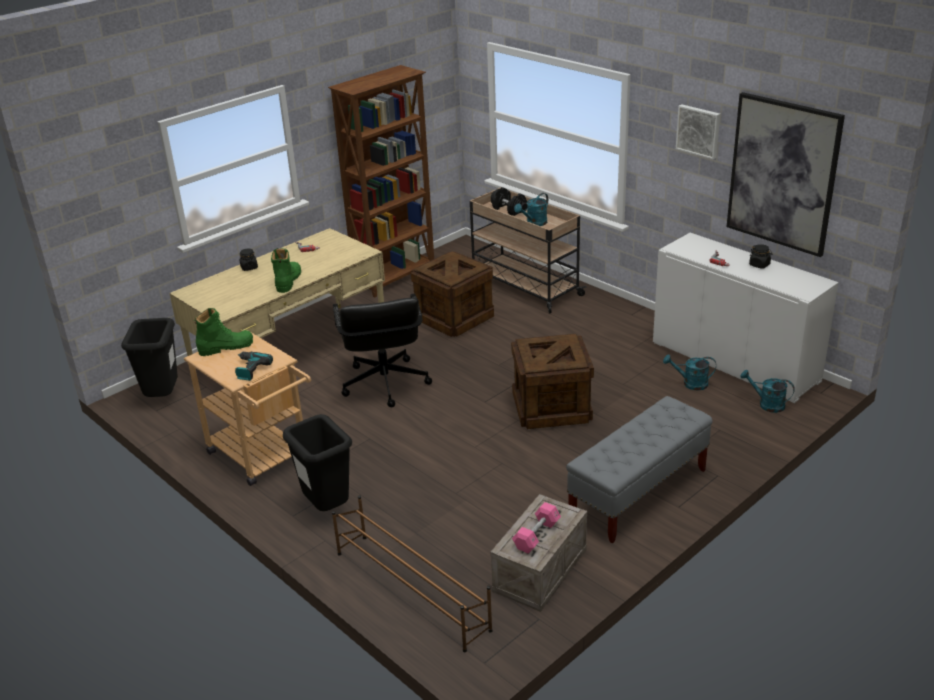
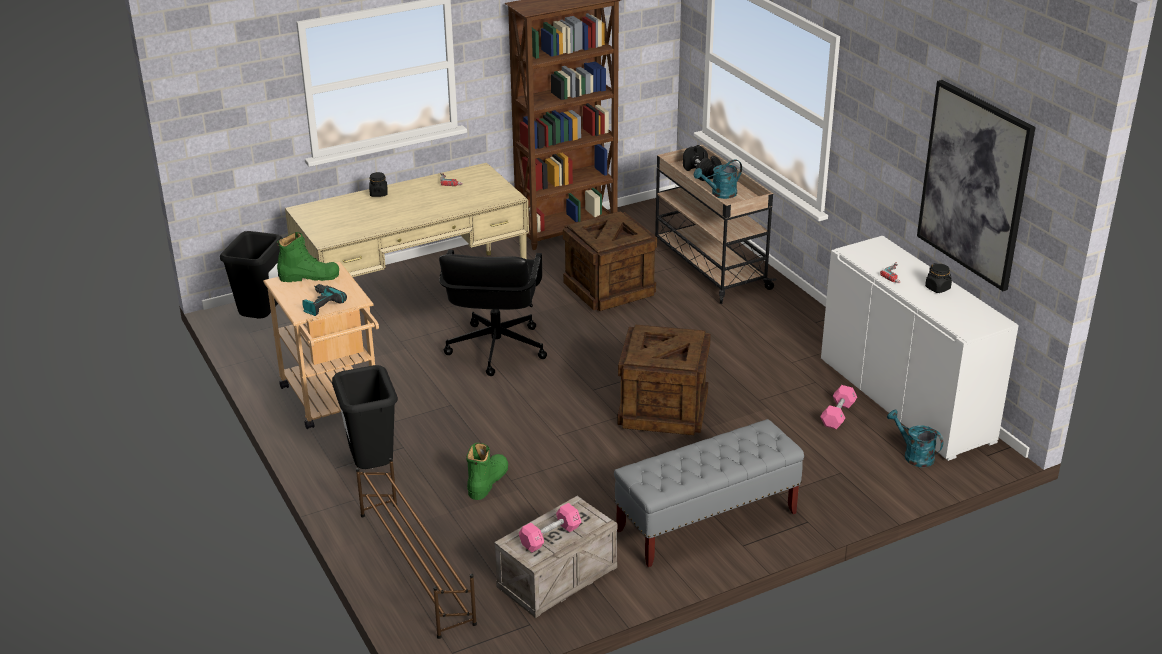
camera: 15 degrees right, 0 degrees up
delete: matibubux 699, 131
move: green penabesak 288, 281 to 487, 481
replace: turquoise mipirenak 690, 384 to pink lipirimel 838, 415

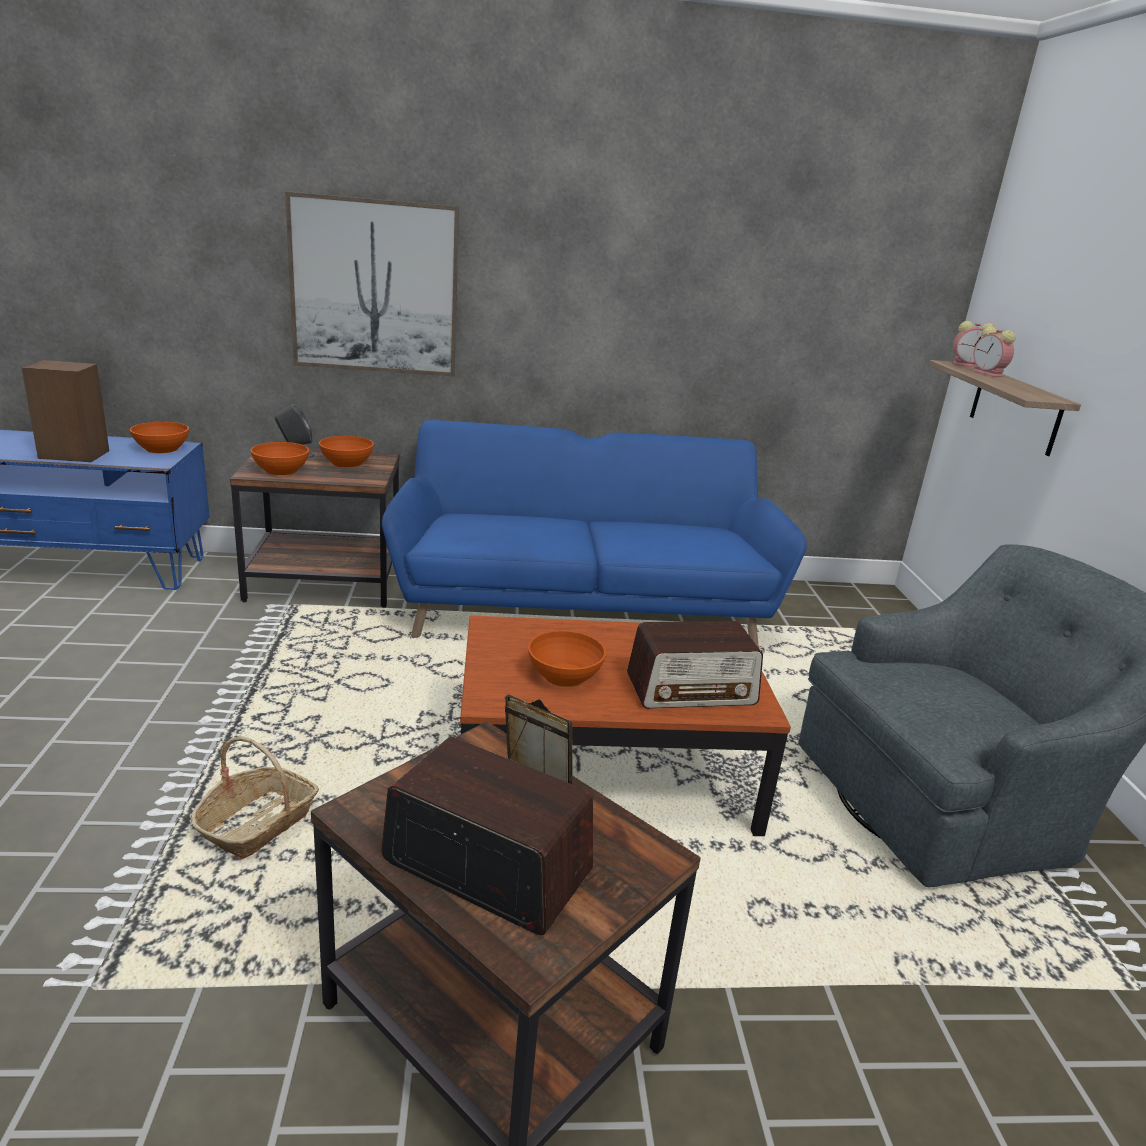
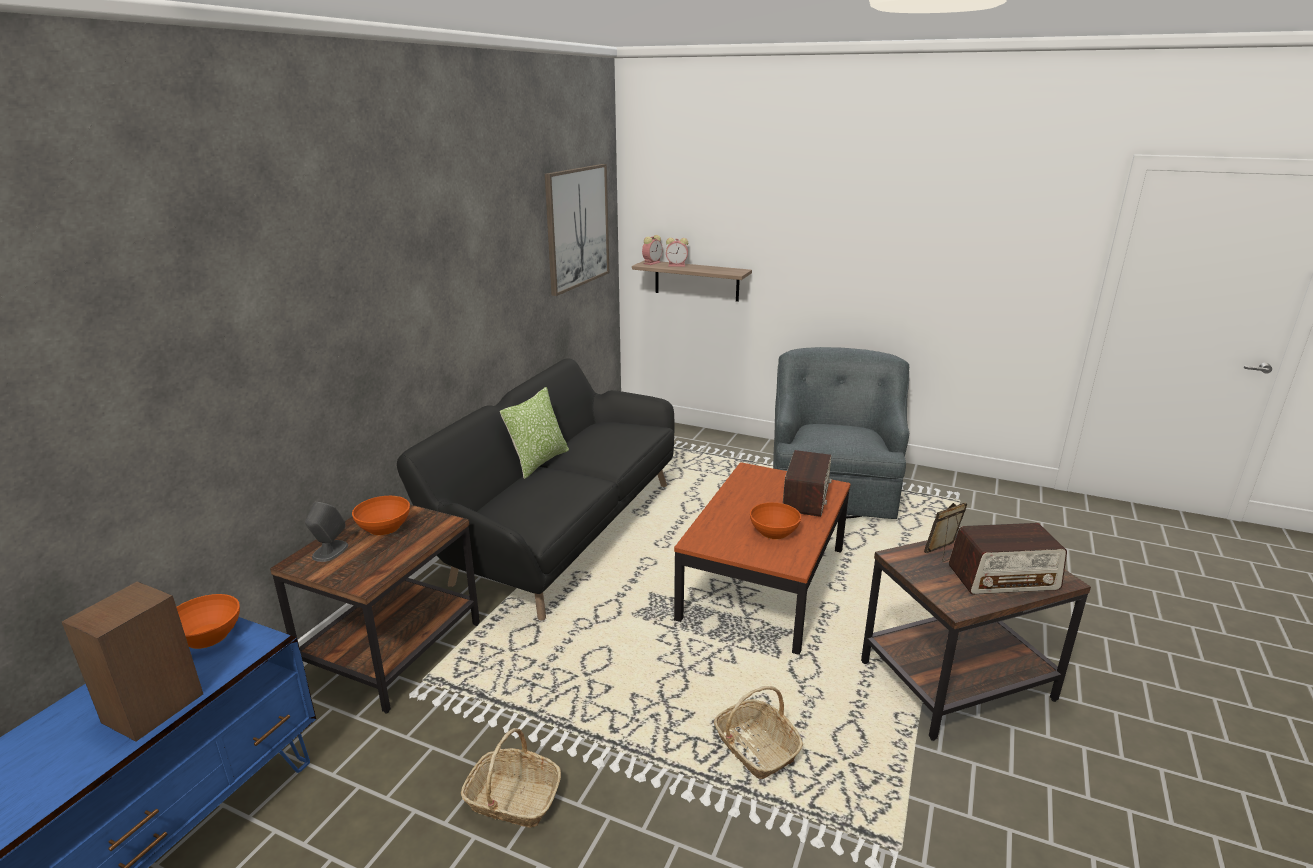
camera: 60 degrees left, 0 degrees up
delete: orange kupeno 282, 470
insert: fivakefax 512, 799; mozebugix 538, 462
move: matibubux 374, 287 to 577, 227
recolor: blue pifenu 582, 608 to black pifenu 560, 530
rotate: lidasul 486, 865 = 1003, 578 150 degrees counterclockwise

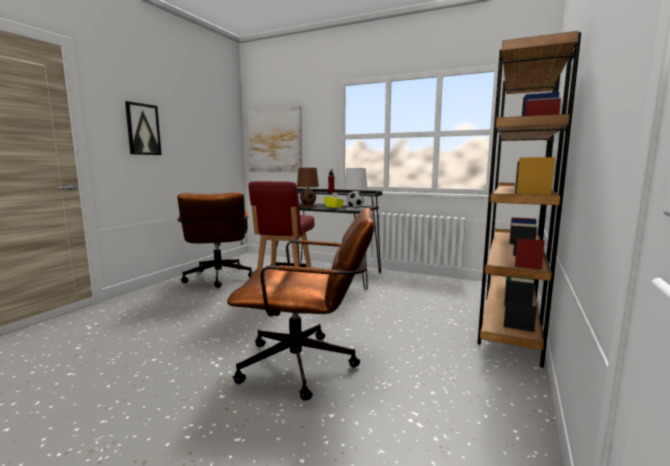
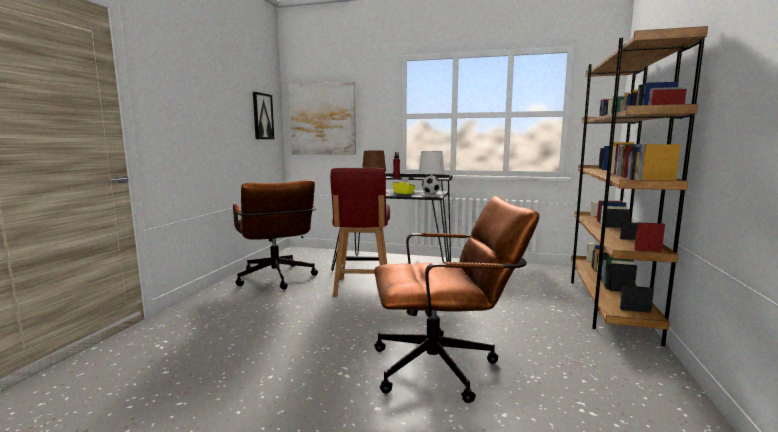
camera: 10 degrees left, 0 degrees up
move: matibubux 143, 129 to 262, 116

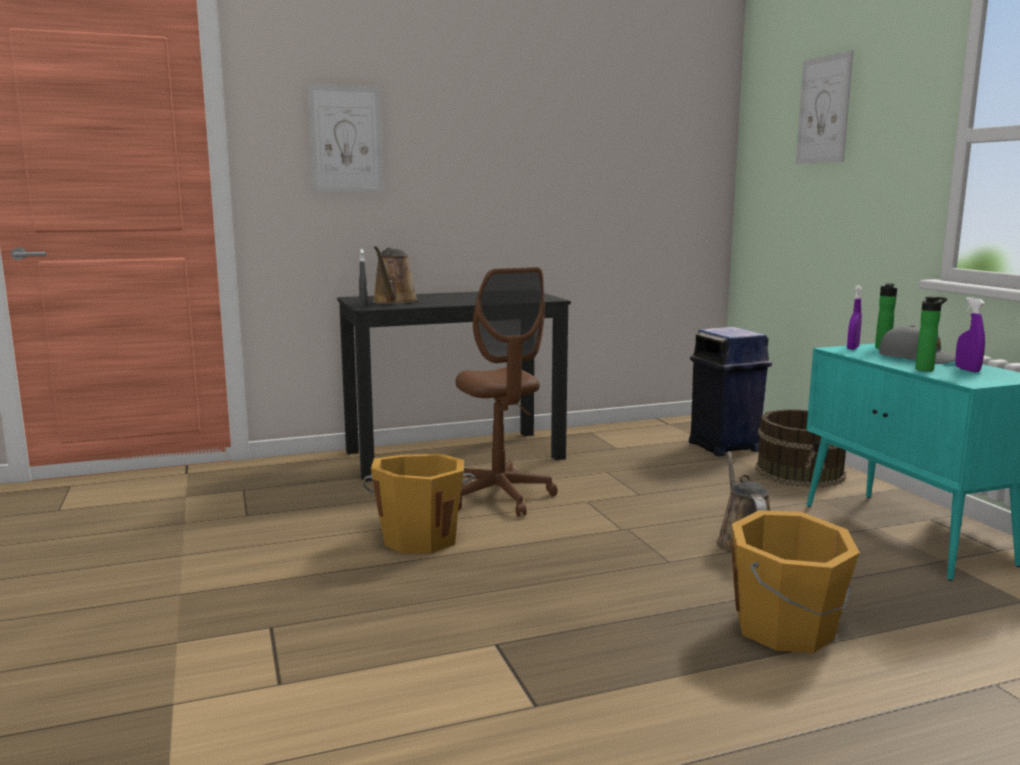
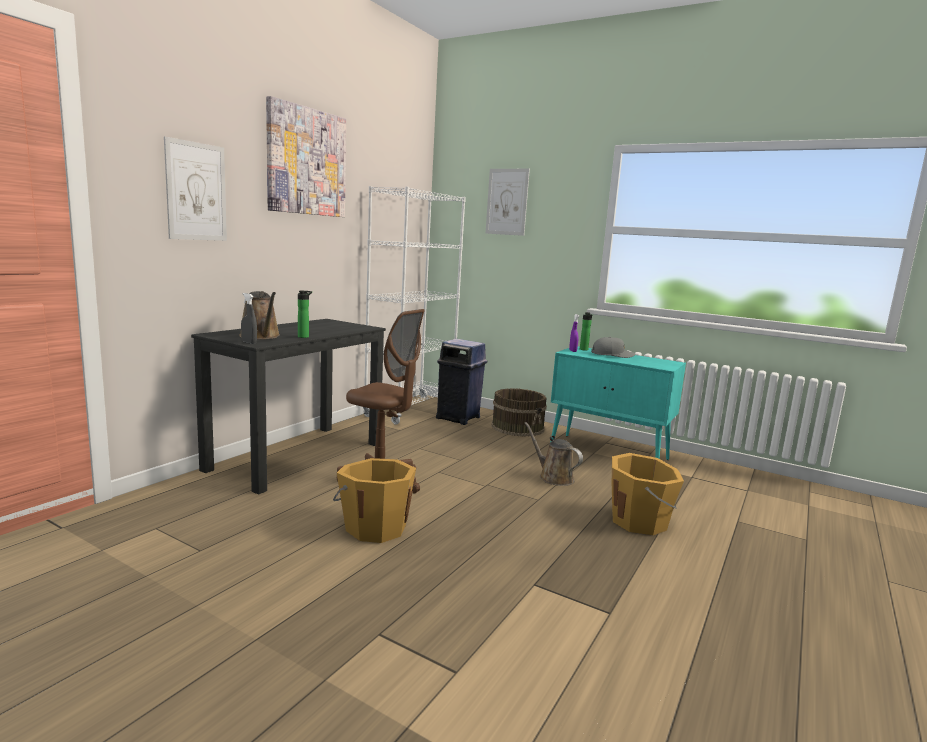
camera: 40 degrees left, 0 degrees up
delete: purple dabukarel 967, 370
insert: matibubux 306, 162; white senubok 410, 409
move: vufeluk 926, 369 to 304, 336

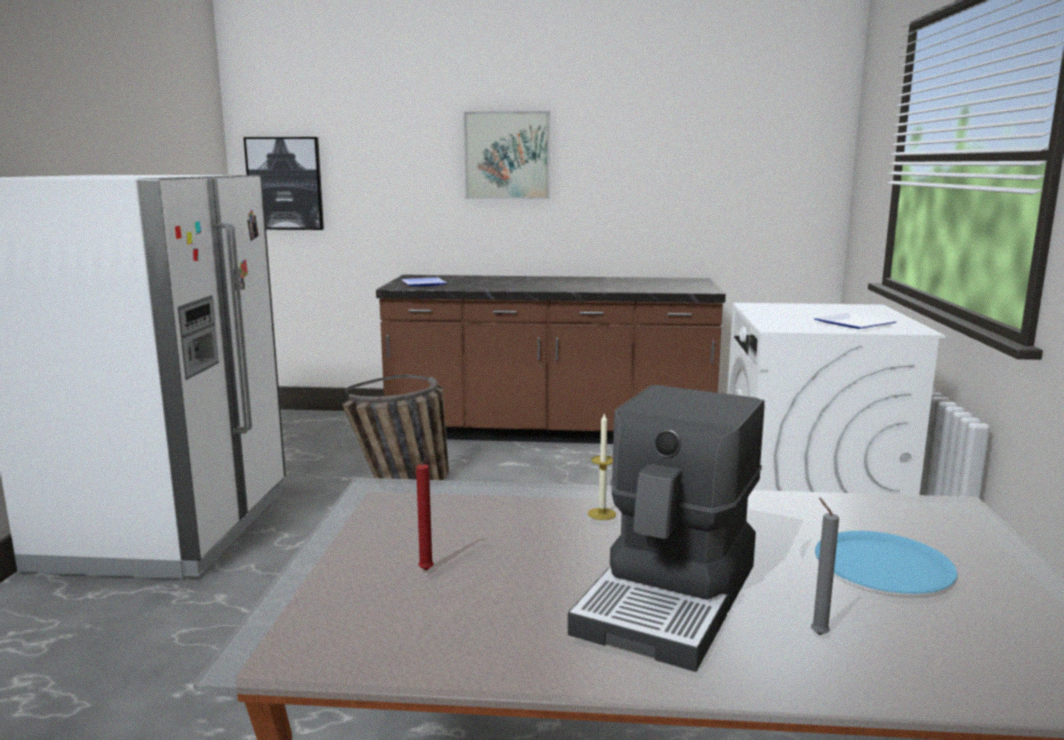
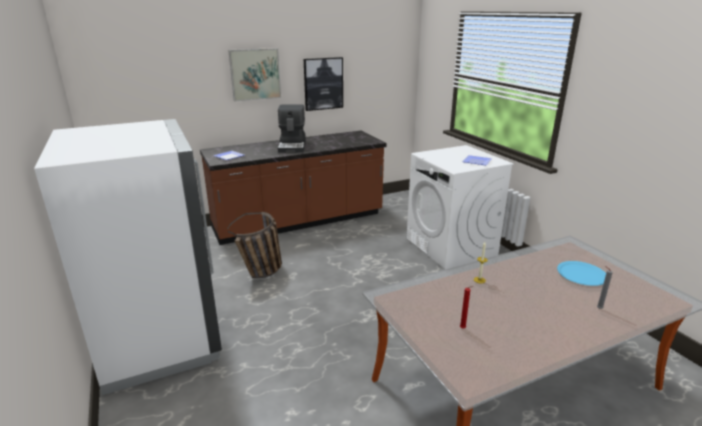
camera: 30 degrees left, 10 degrees up
move: matibubux 285, 183 to 323, 83; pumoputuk 671, 598 to 293, 146

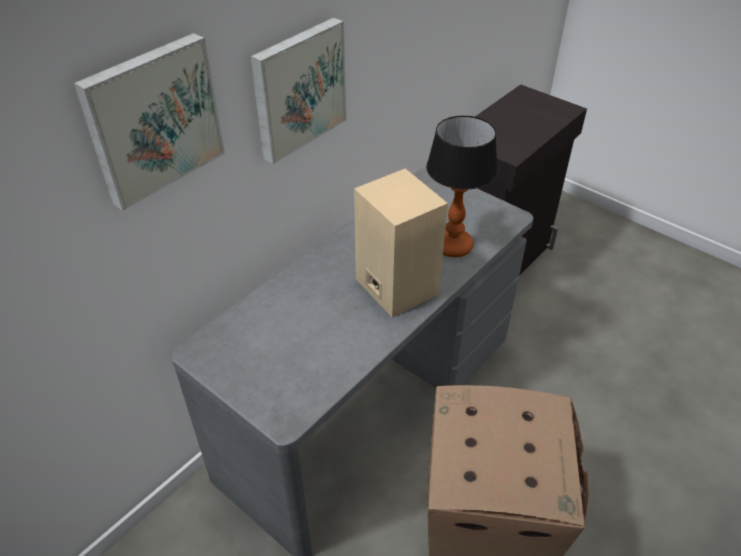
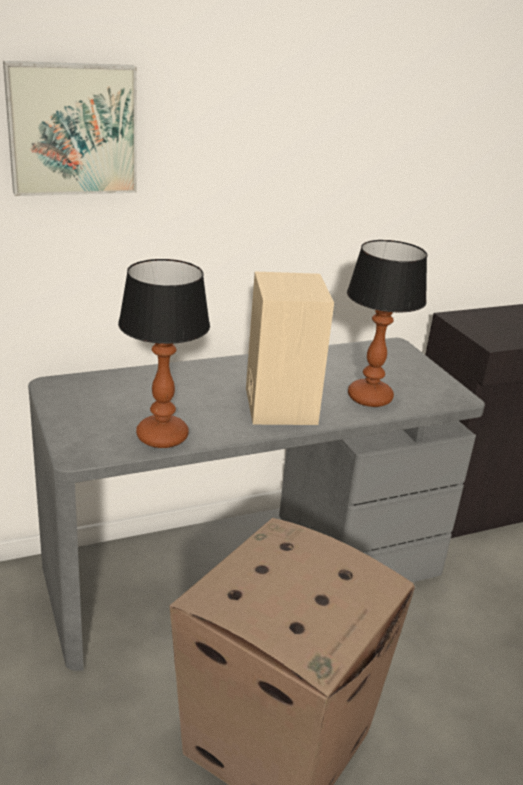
camera: 25 degrees right, 15 degrees down
delete: matibubux 298, 89
insert: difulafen 161, 436

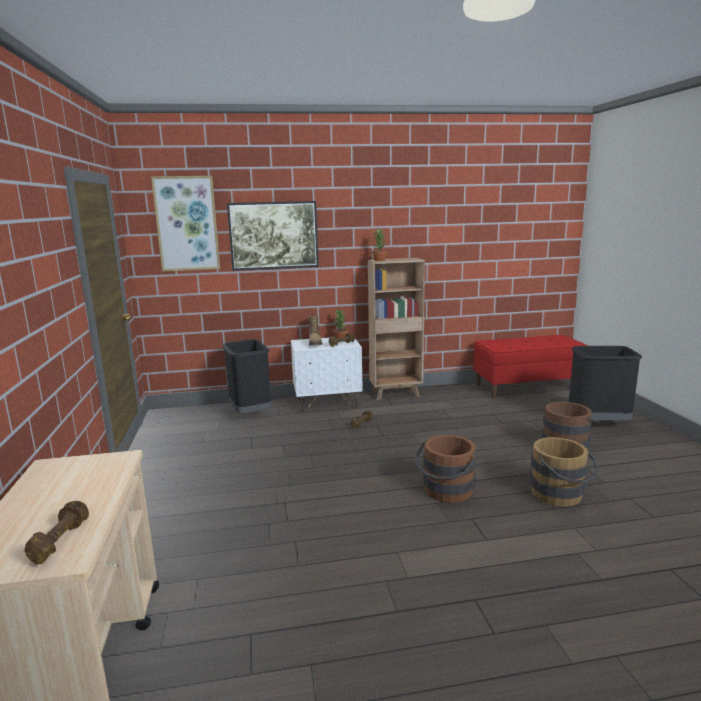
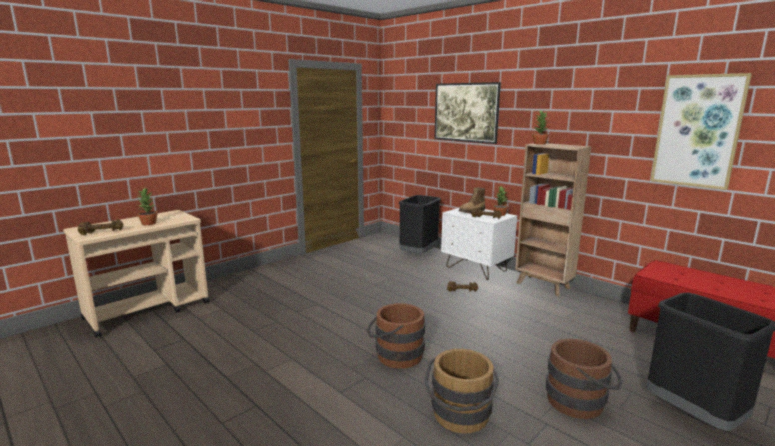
camera: 55 degrees right, 0 degrees up
insert: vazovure 148, 223
move: matibubux 187, 224 to 697, 131

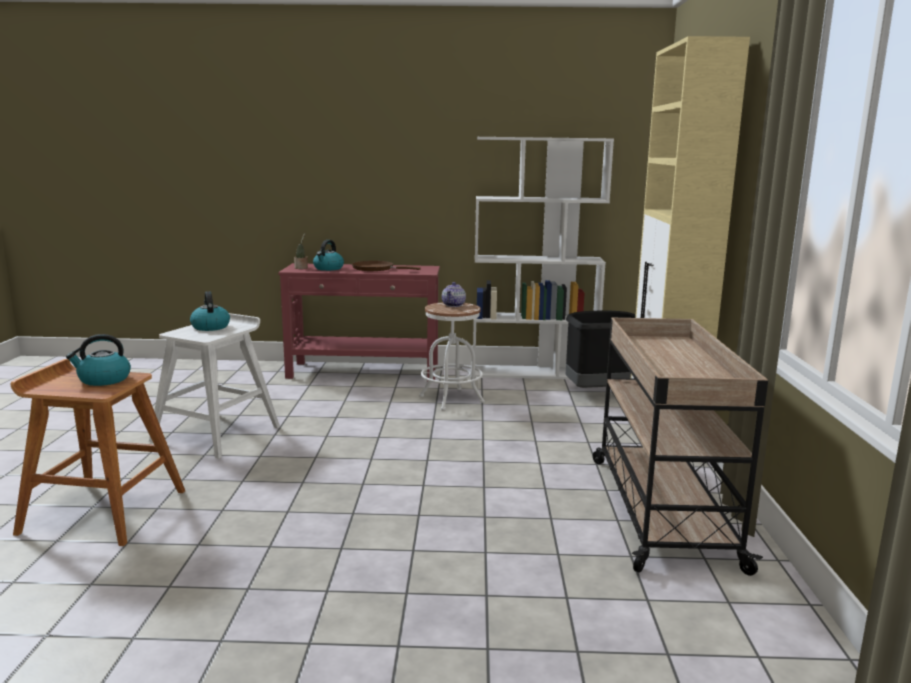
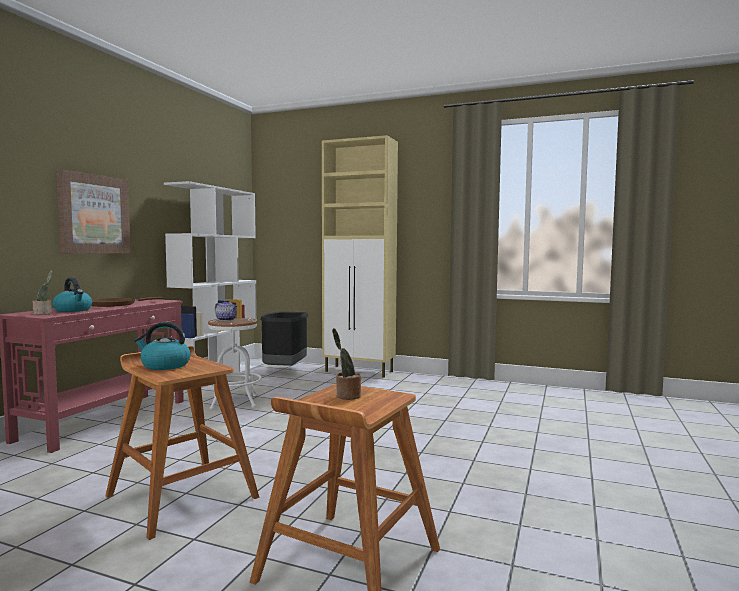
camera: 70 degrees left, 10 degrees down
delete: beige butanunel 660, 509
insert: matibubux 94, 214
replace: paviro 103, 380 to vazovure 346, 396
recolor: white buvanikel 217, 433 to brown buvanikel 181, 496

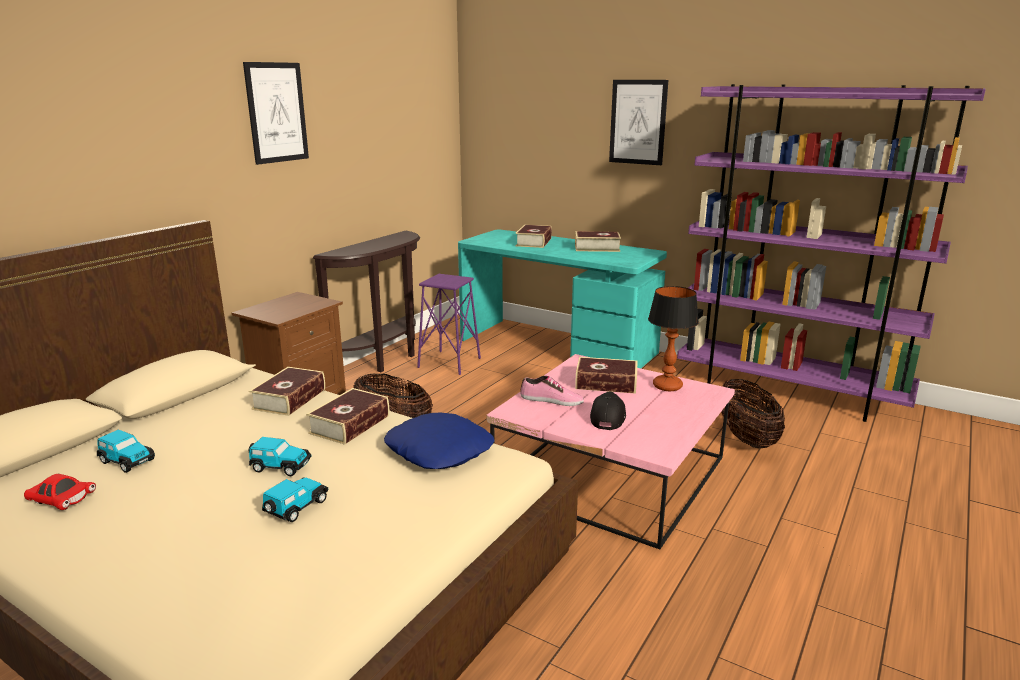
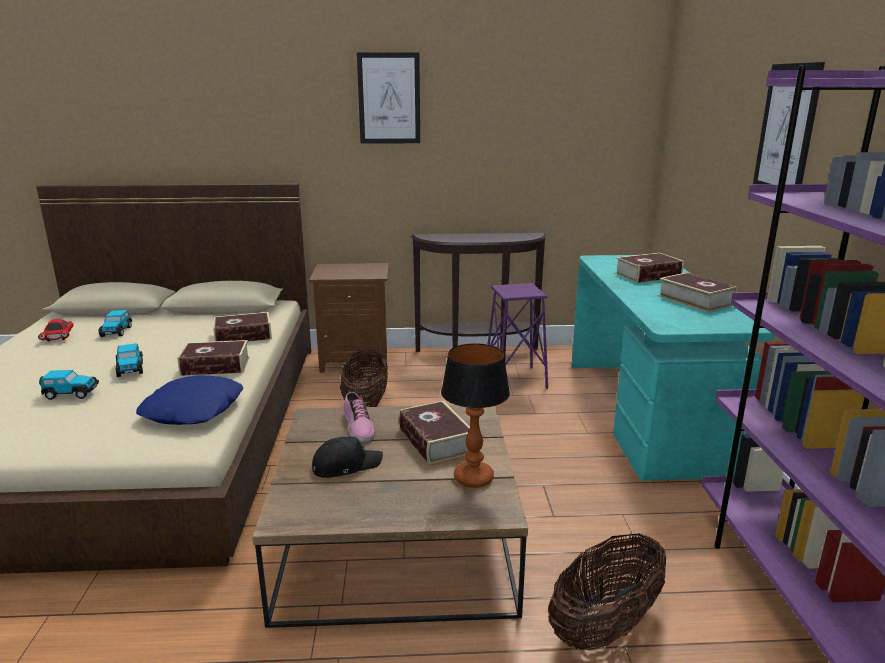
camera: 55 degrees right, 0 degrees up
recolor: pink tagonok 608, 473 to brown tagonok 394, 542

